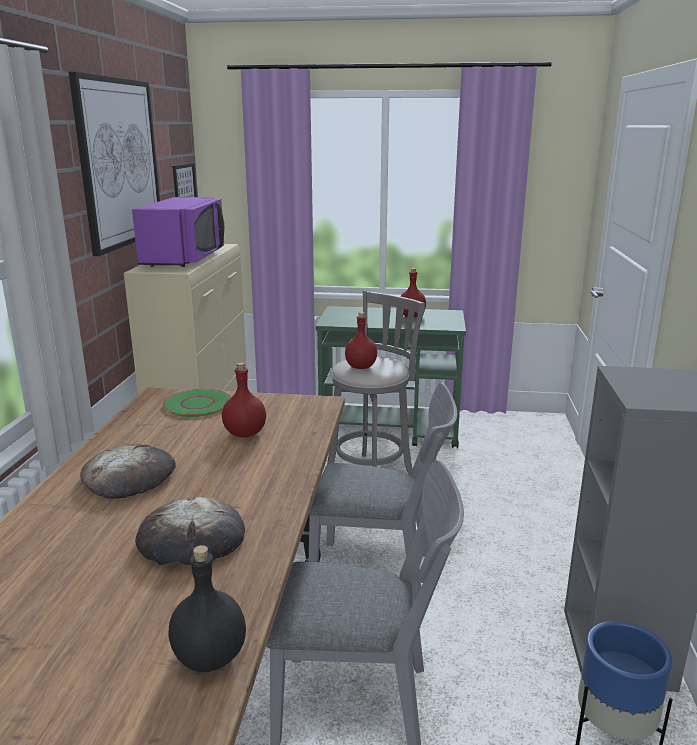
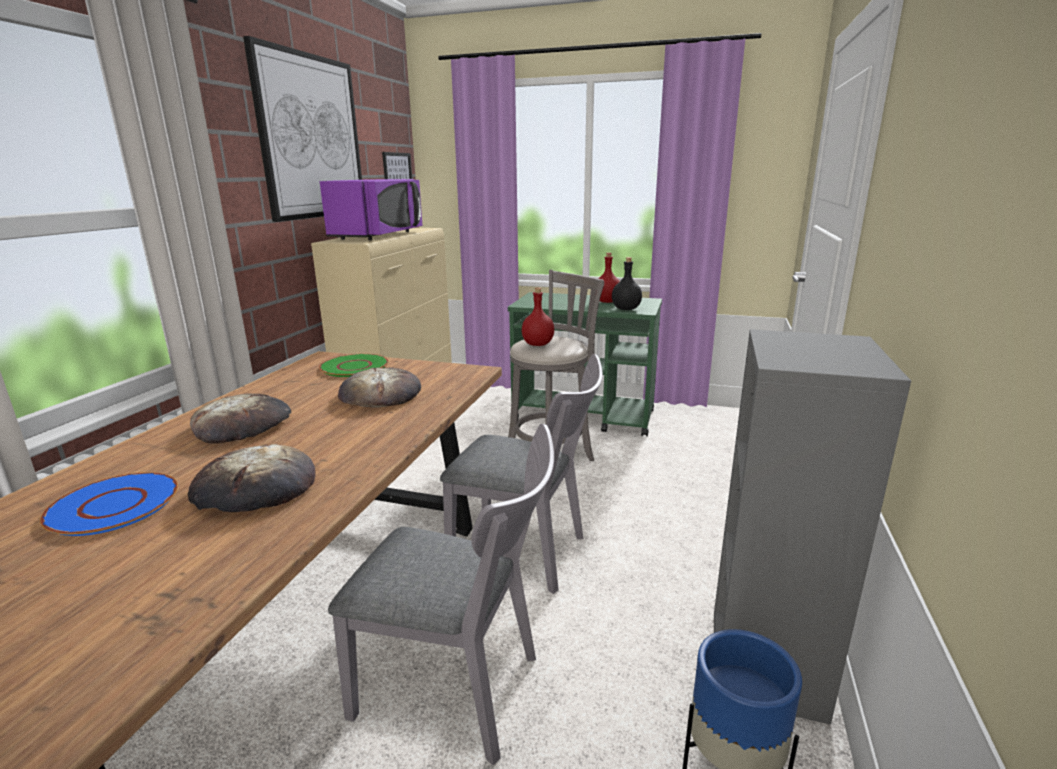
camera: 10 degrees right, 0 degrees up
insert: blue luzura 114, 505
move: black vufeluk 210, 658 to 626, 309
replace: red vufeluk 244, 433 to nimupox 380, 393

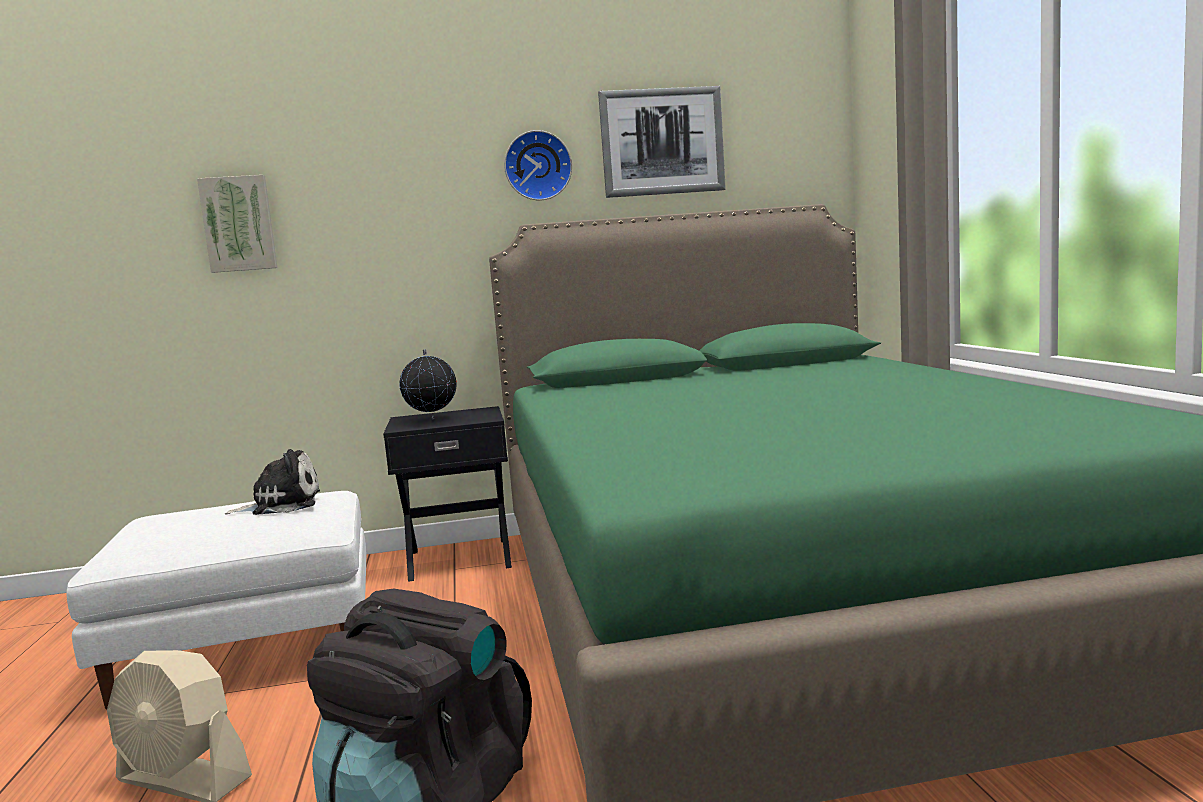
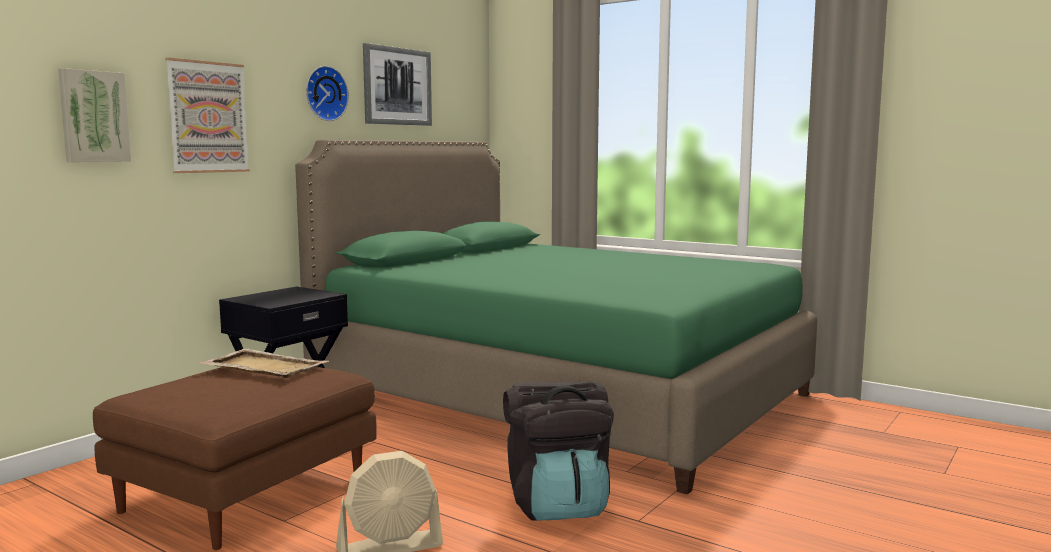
camera: 45 degrees left, 0 degrees up
delete: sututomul 431, 419
insert: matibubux 207, 117
replace: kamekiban 281, 505 to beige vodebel 263, 367
recolor: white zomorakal 252, 647 to brown zomorakal 247, 492

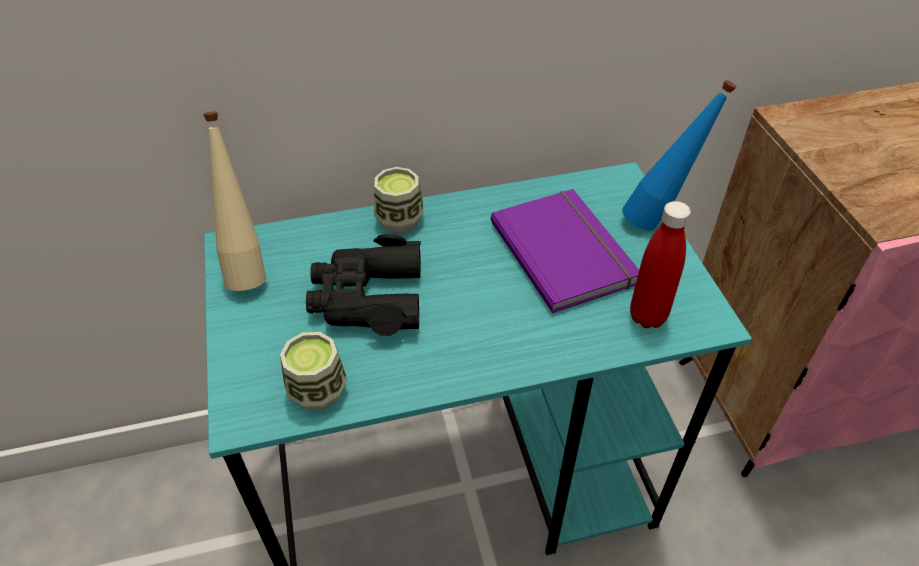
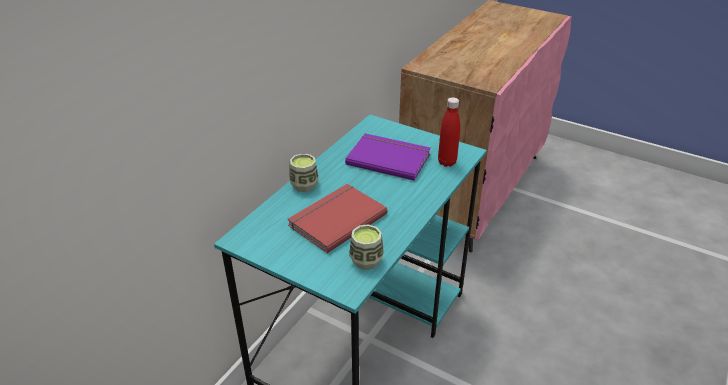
camera: 45 degrees left, 10 degrees down
delete: beige vufeluk 248, 269; blue vufeluk 659, 219
replace: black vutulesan 368, 298 to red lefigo 335, 219

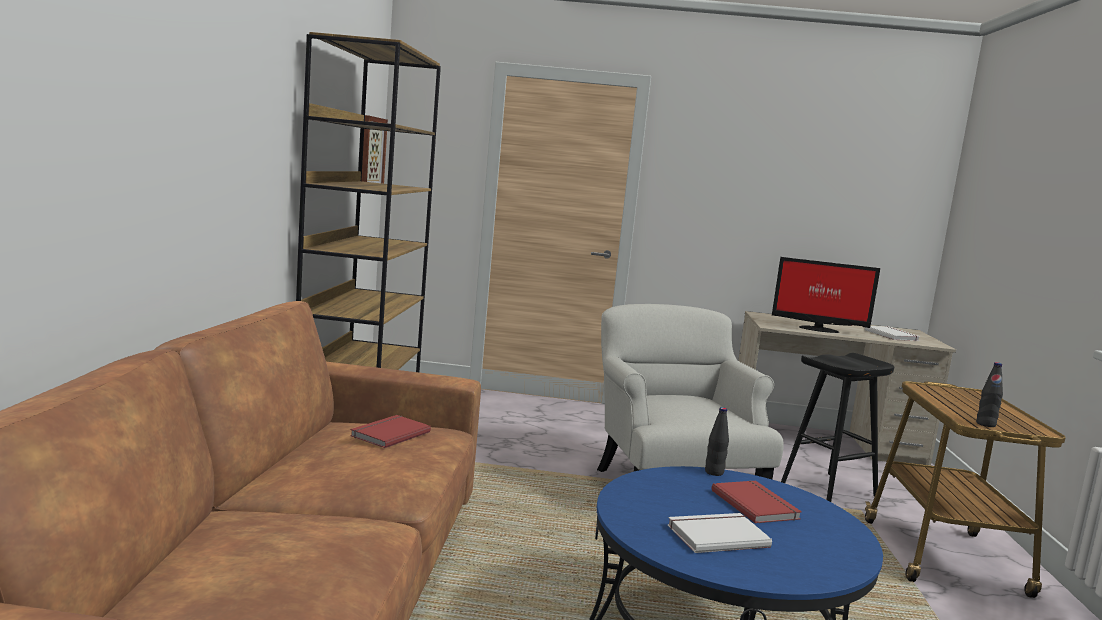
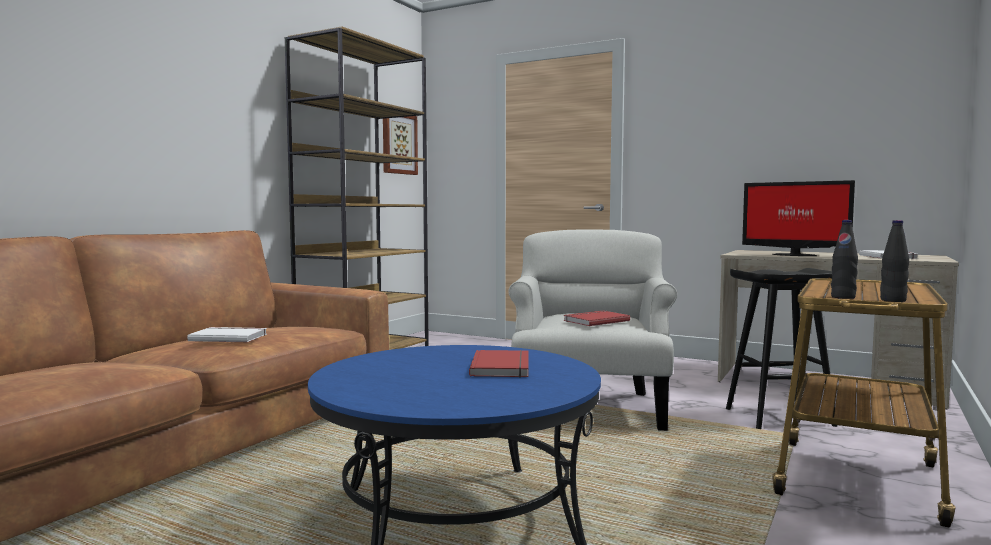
camera: 25 degrees right, 5 degrees down
move: red lefigo 389, 433 to 595, 320; white lefigo 716, 535 to 229, 337; black vufeluk 714, 472 to 893, 300

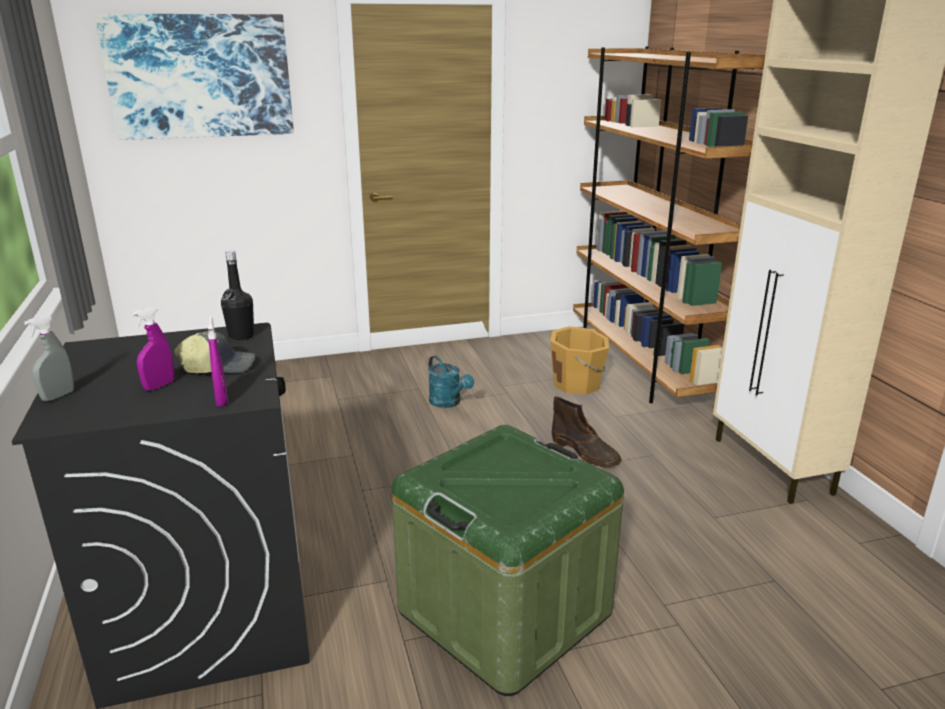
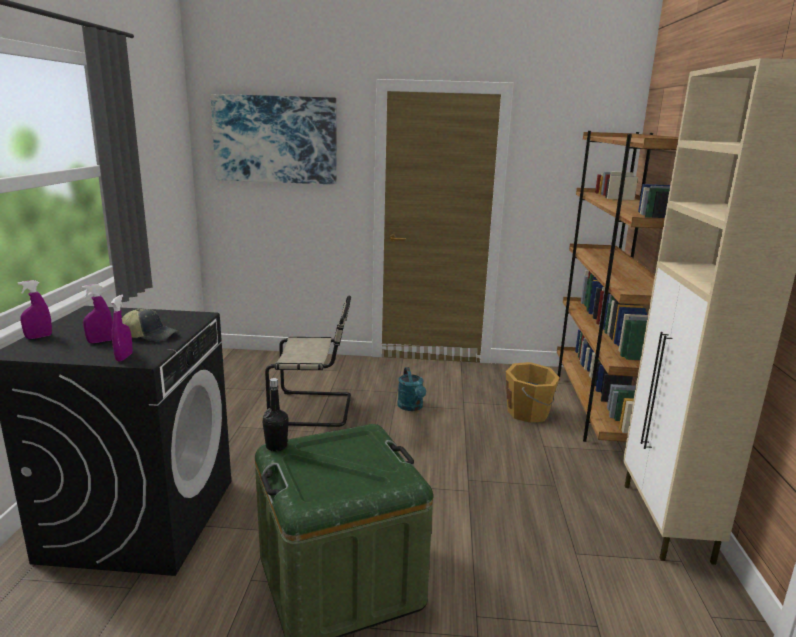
camera: 20 degrees right, 5 degrees down
delete: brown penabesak 585, 452
insert: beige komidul 315, 409
move: black vufeluk 241, 336 to 276, 446
recolor: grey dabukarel 58, 396 to purple dabukarel 39, 337

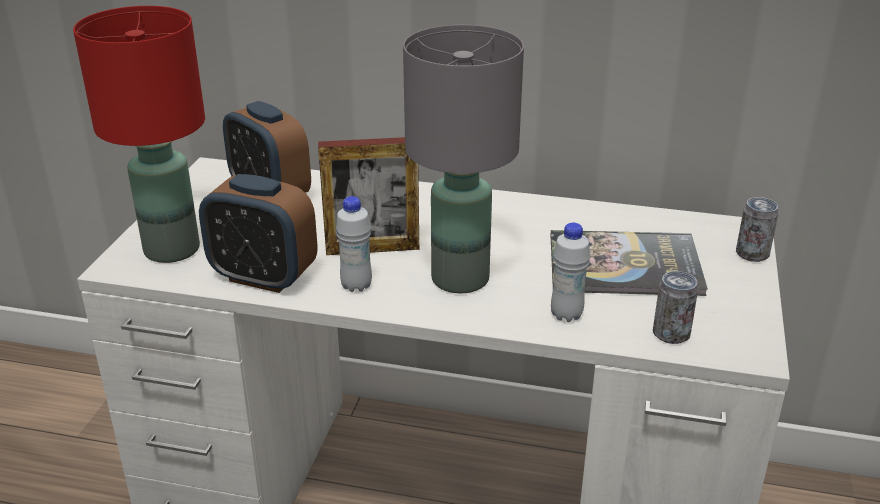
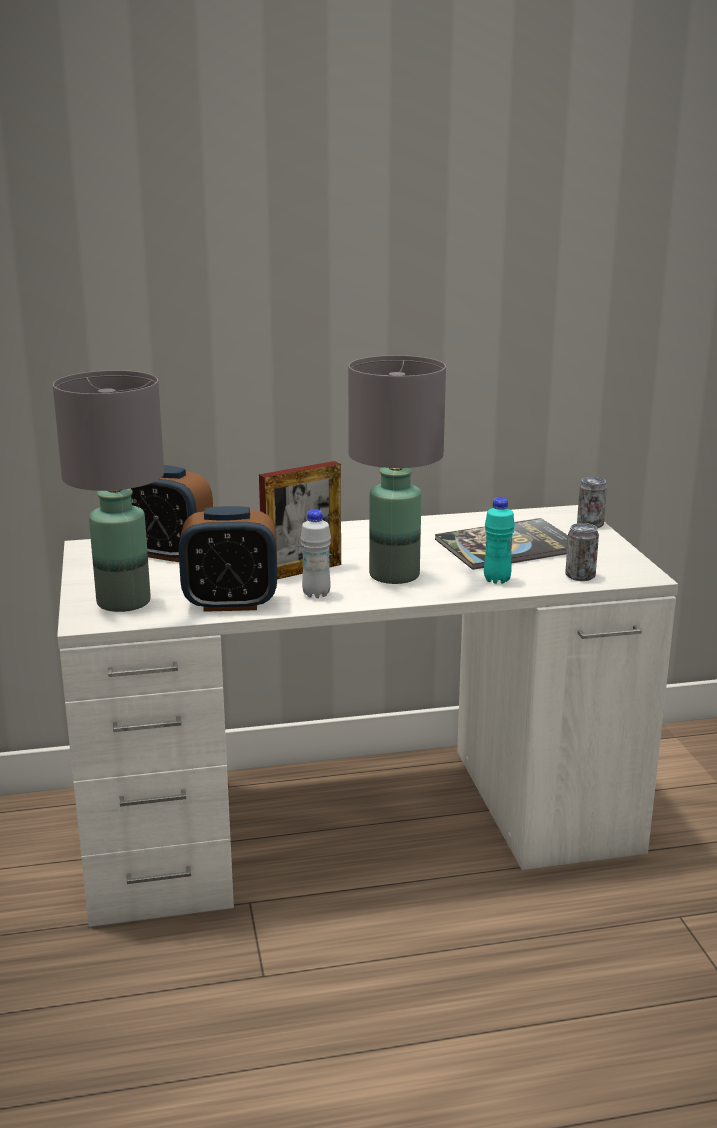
camera: 25 degrees left, 10 degrees down
recolor: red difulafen 173, 250 to grey difulafen 125, 602; white vufeluk 566, 315 to turquoise vufeluk 497, 580

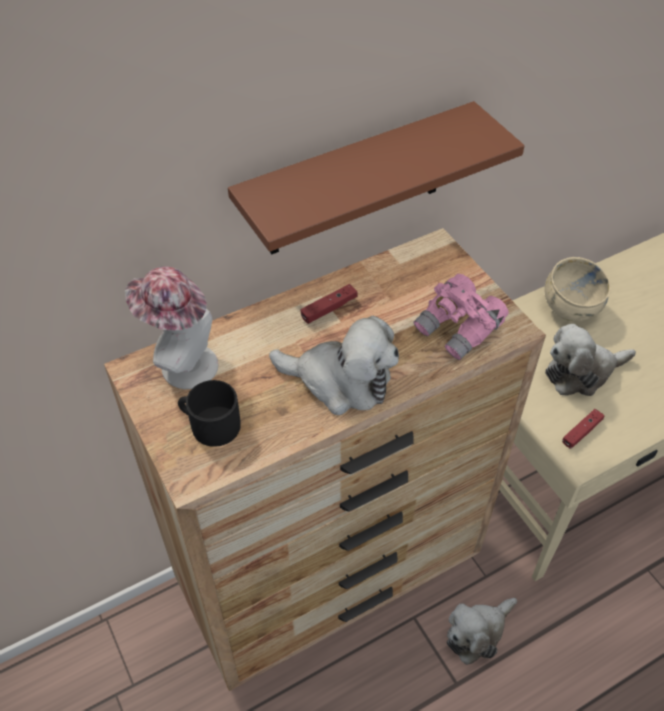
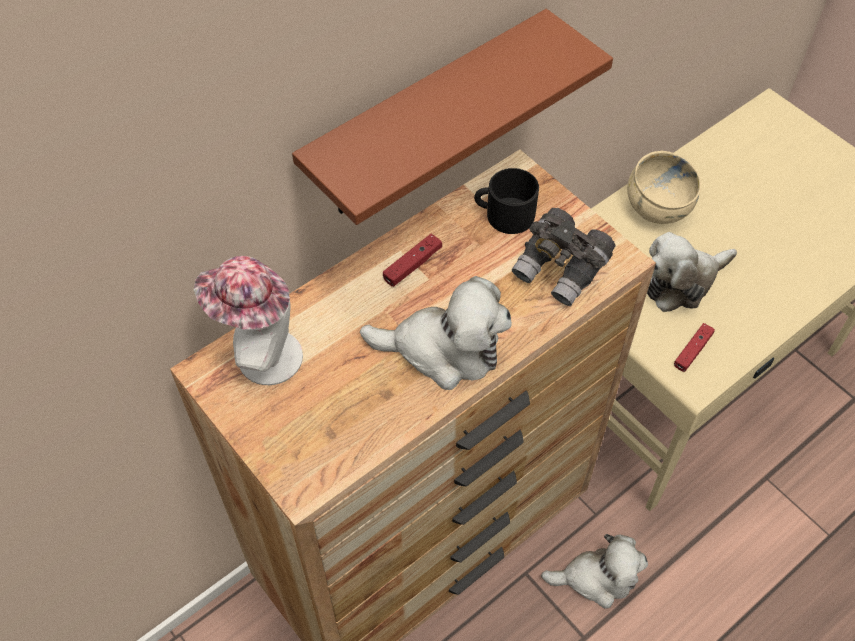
camera: 10 degrees left, 5 degrees up
move: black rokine 210, 424 to 504, 214
recolor: pink vutulesan 459, 329 to grey vutulesan 561, 270
rotate: kamekiban 477, 632 = 597, 578 135 degrees counterclockwise

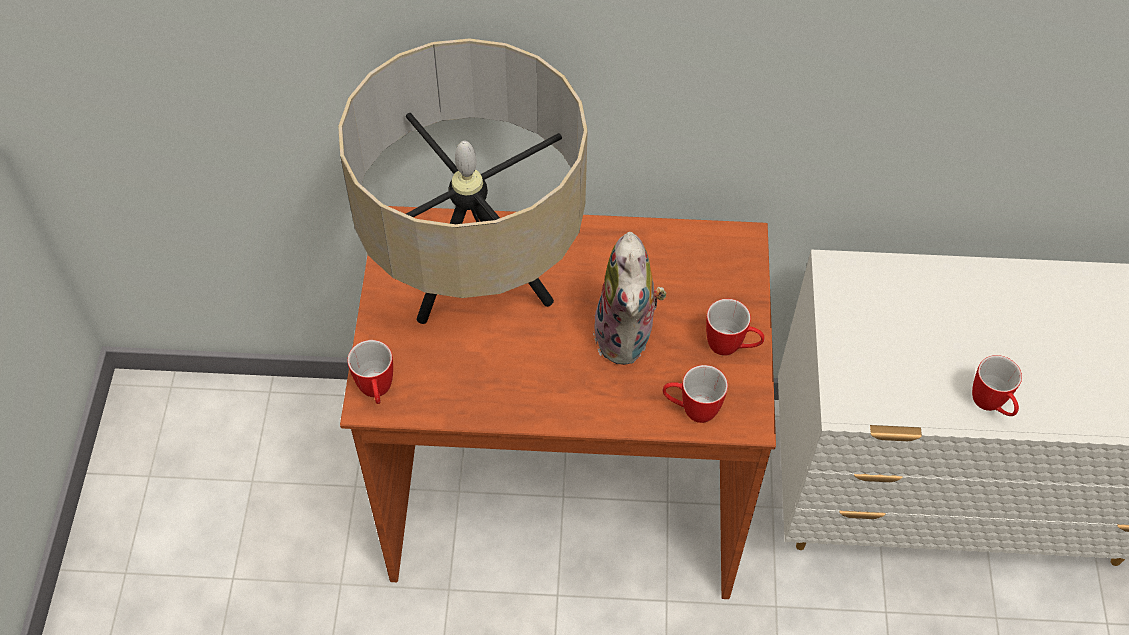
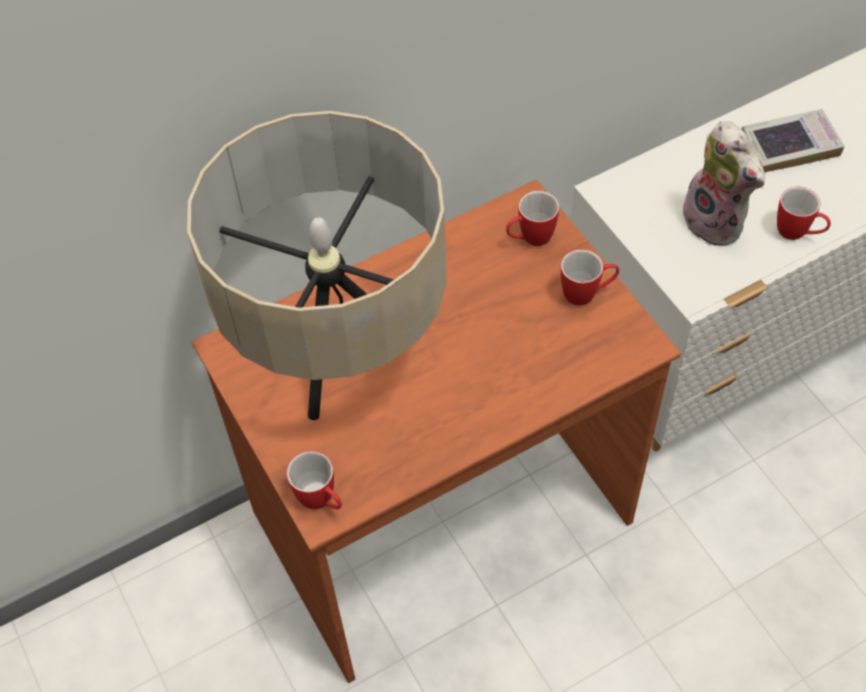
camera: 30 degrees left, 0 degrees up
insert: lefigo 789, 146
move: kamekiban 628, 337 to 717, 222; rokine 691, 410 to 529, 239

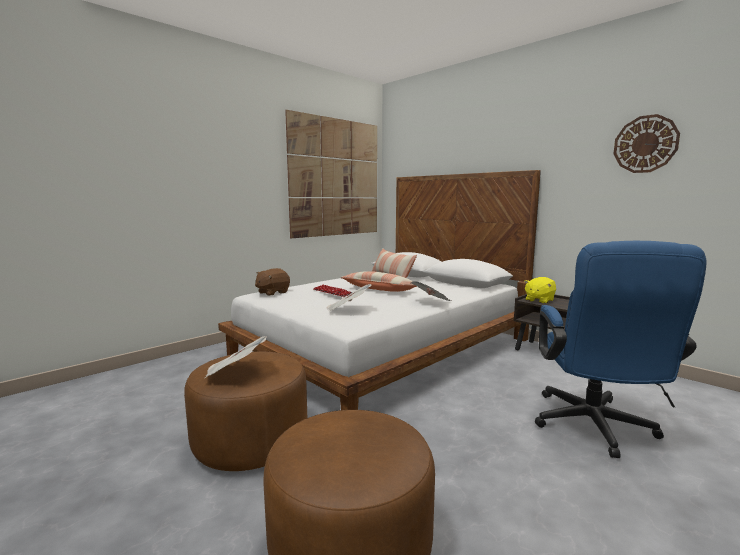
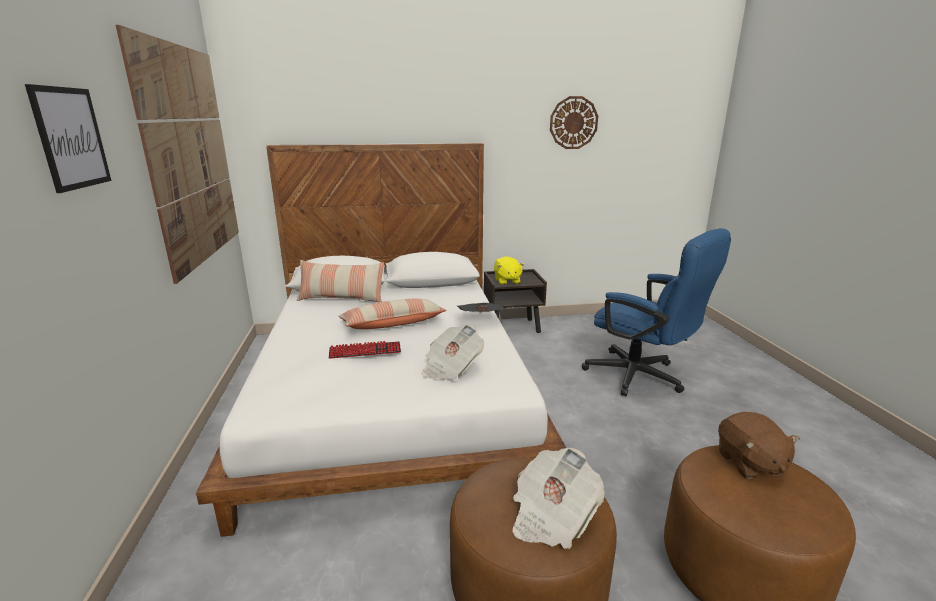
camera: 55 degrees left, 10 degrees up
insert: matibubux 71, 138
move: brown kamekiban 272, 292 to 749, 463

